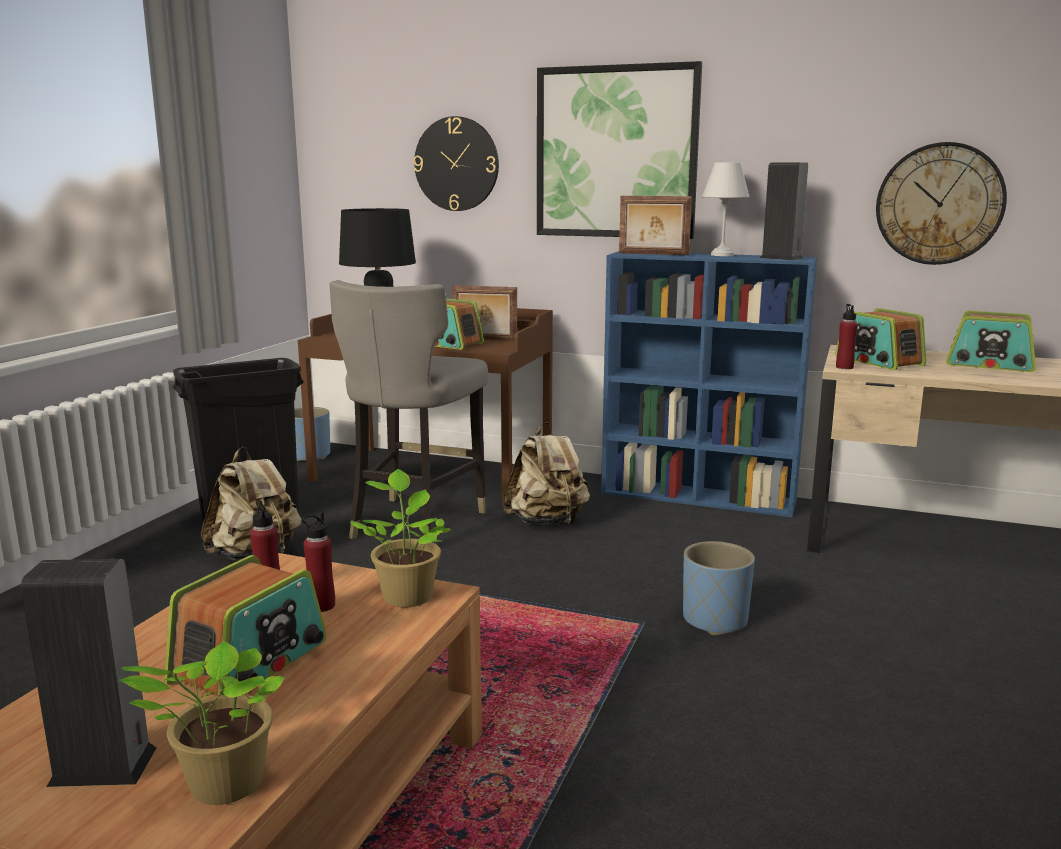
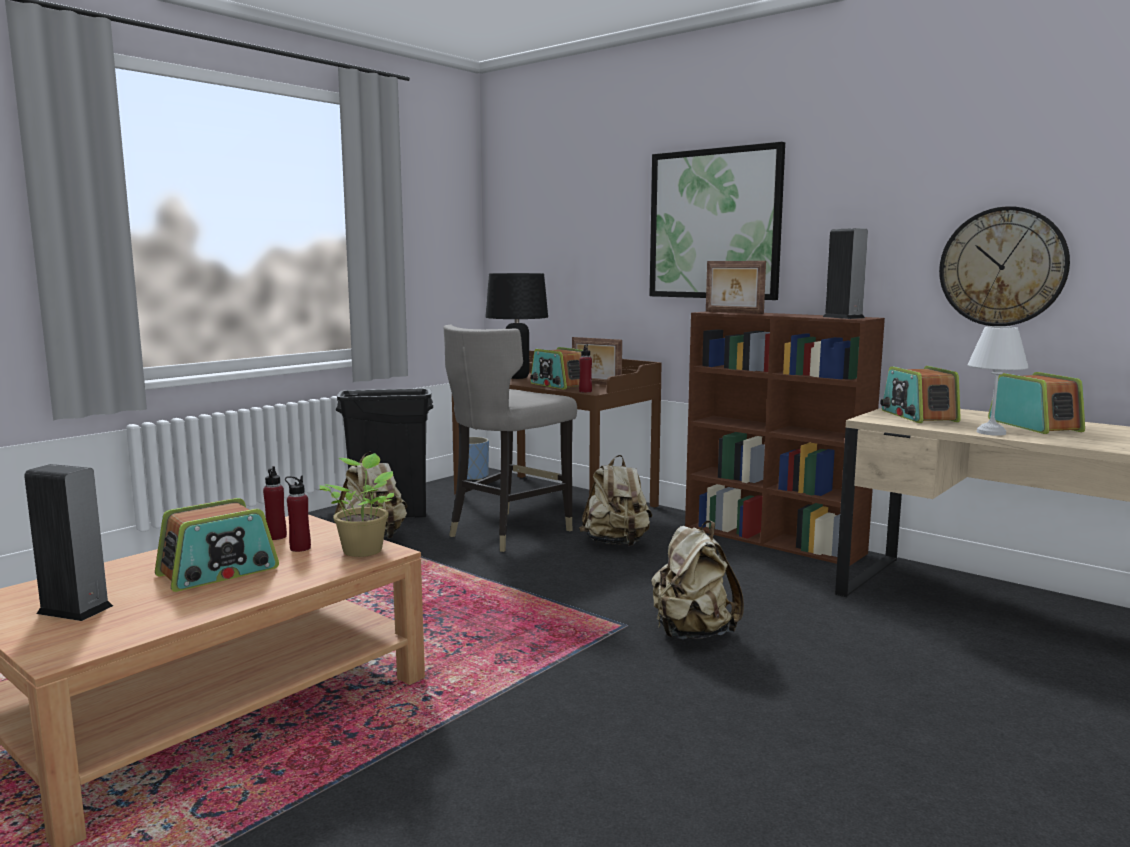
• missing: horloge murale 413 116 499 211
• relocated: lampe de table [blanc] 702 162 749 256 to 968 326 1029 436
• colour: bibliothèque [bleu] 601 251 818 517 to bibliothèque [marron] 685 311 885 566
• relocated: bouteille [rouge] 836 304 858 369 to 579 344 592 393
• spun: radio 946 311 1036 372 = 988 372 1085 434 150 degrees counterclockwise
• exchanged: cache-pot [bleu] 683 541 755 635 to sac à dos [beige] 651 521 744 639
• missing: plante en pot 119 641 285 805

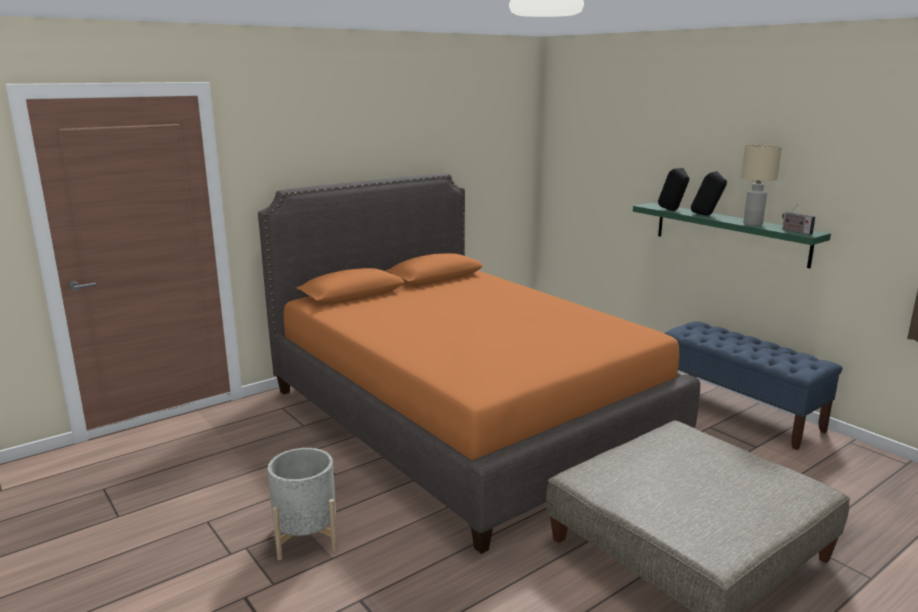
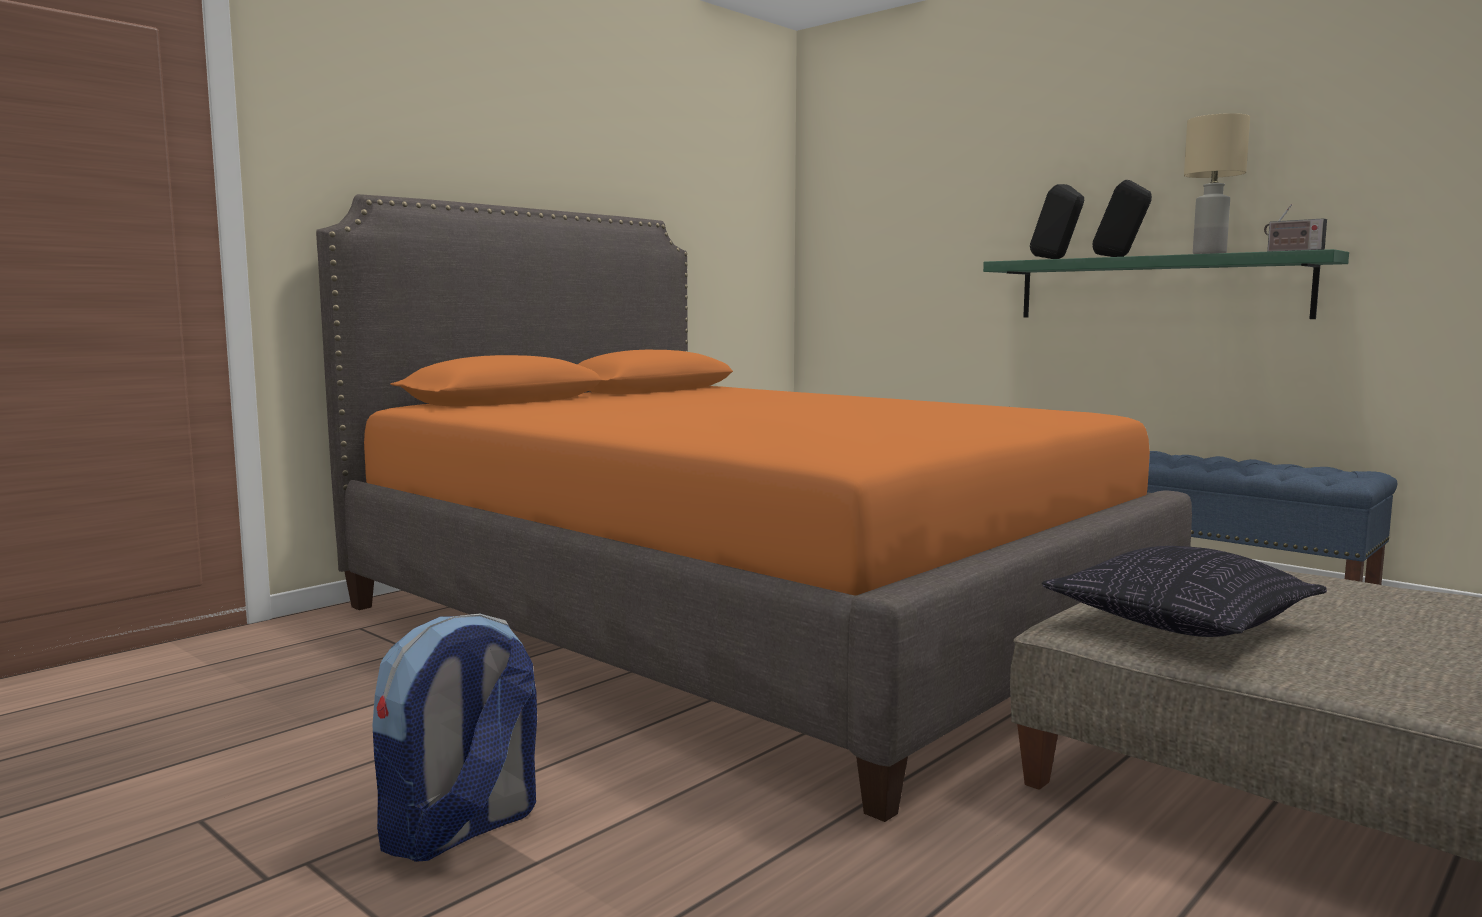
• exchanged: cache-pot [gris] 268 448 337 560 to sac à dos 372 614 537 862
• appeared: coussin 1042 546 1327 637

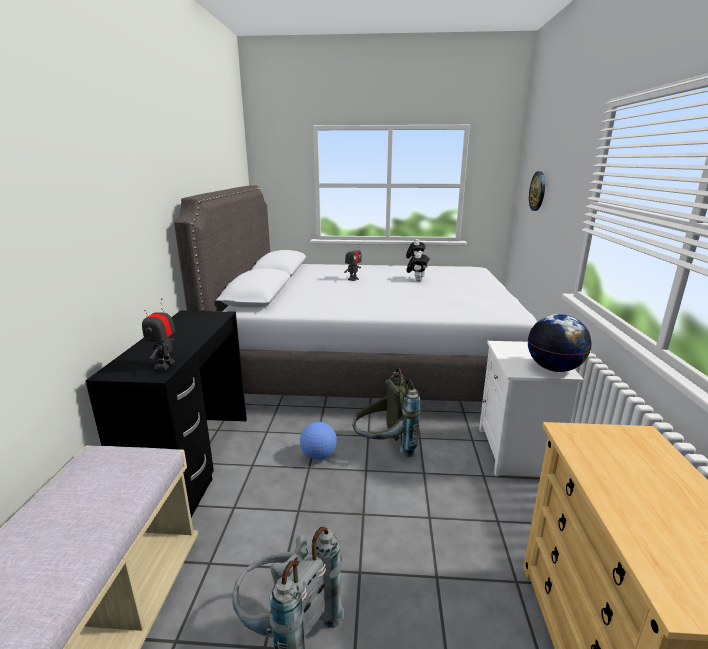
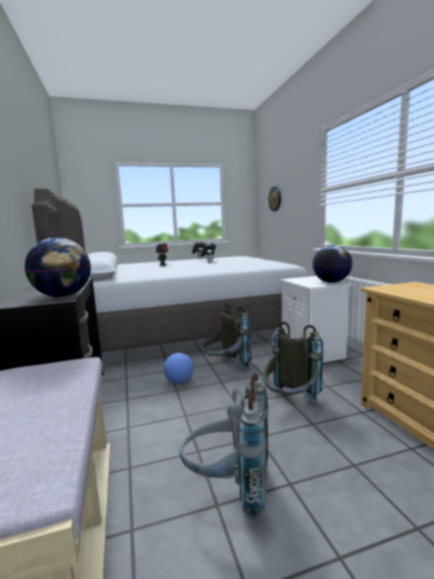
• exchanged: robot jouet 142 298 176 370 to globe 25 237 91 297
• appeared: sac à dos [gris] 263 322 323 402

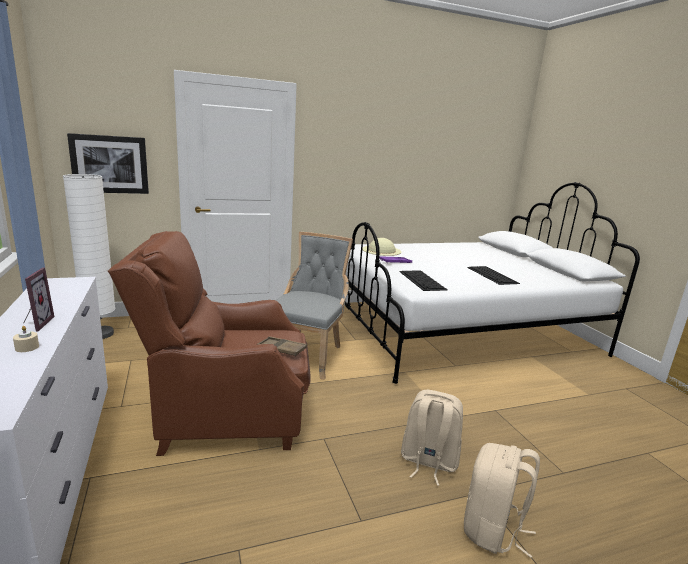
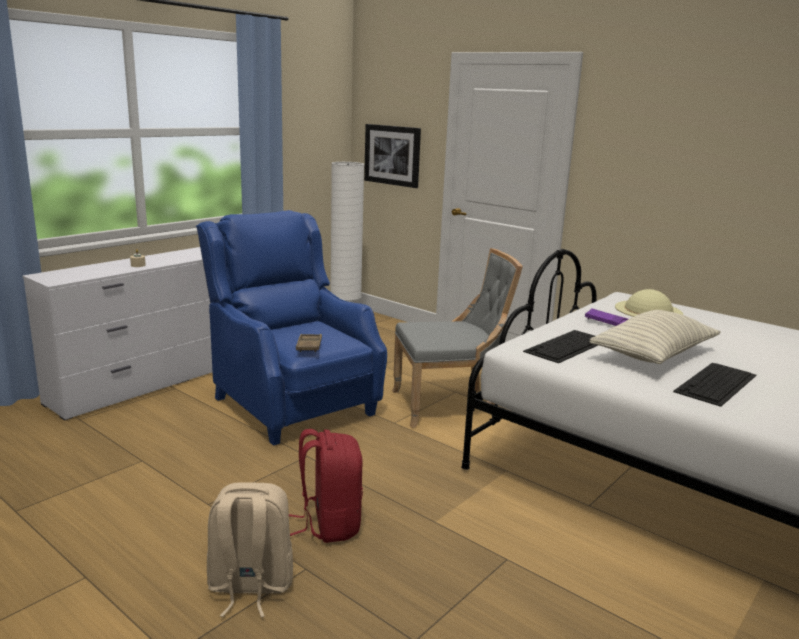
• colour: fauteuil [marron] 108 231 311 456 to fauteuil [bleu] 196 210 387 446
• missing: cadre photo 23 267 54 331
• colour: sac à dos [beige] 401 390 463 486 to sac à dos [rouge] 289 429 363 543
• appeared: coussin 590 310 721 364

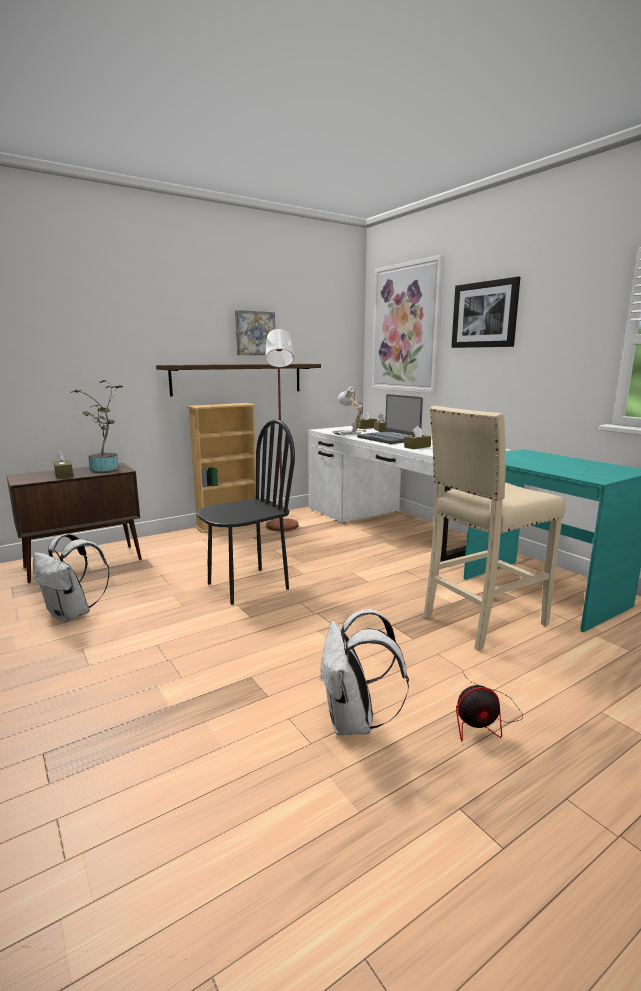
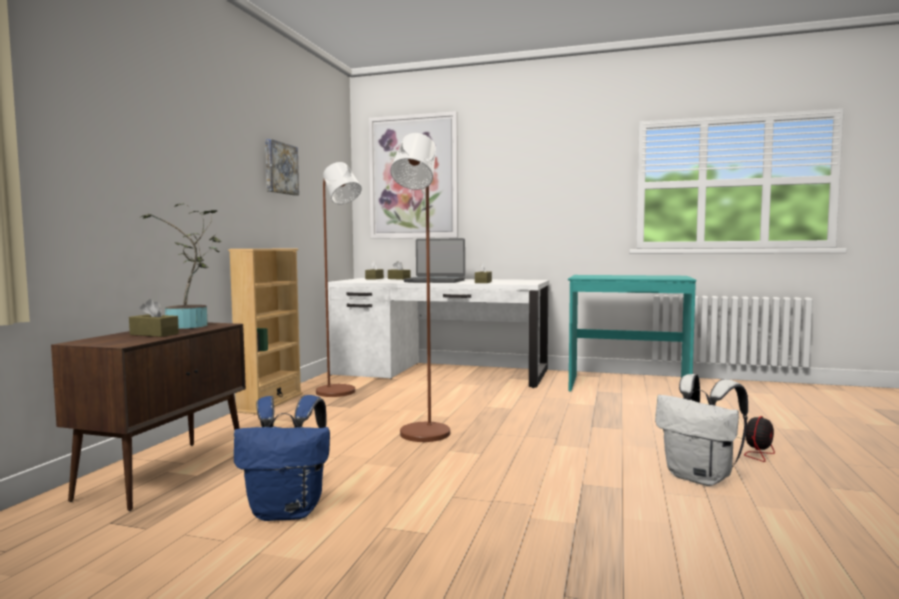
• missing: tableau 451 277 520 348
• missing: étagère 156 364 321 397
• missing: lampe de table 333 386 366 435
• missing: tabouret [beige] 423 406 566 651
• exchanged: chaise [noir] 196 419 295 605 to lampadaire [marron] 390 133 450 442
• colour: sac à dos [blanc] 33 534 110 622 to sac à dos [bleu] 234 395 330 521

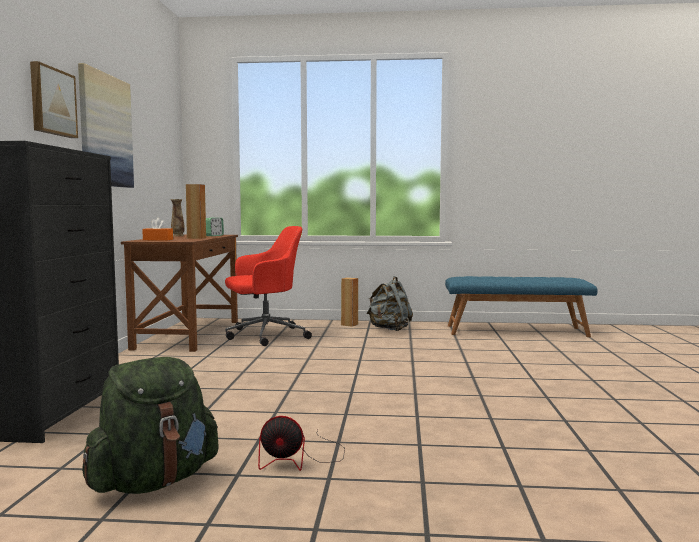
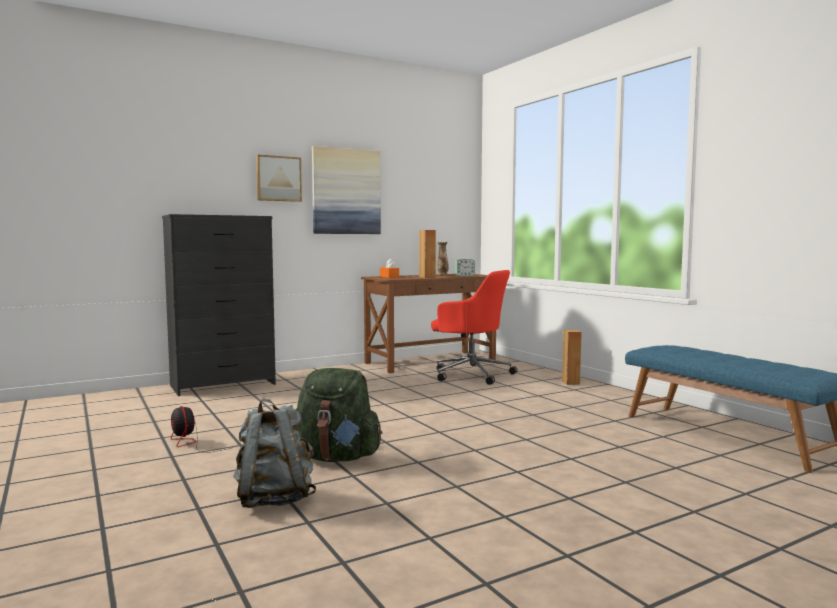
• relocated: sac à dos [gris] 366 276 413 331 to 233 399 316 508
• relocated: sac à dos [vert] 82 357 219 494 to 295 368 383 462

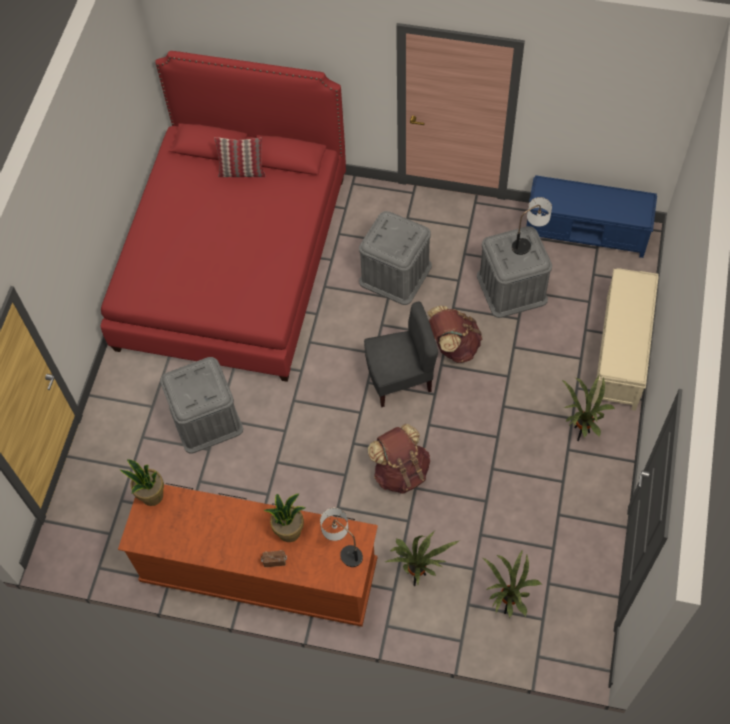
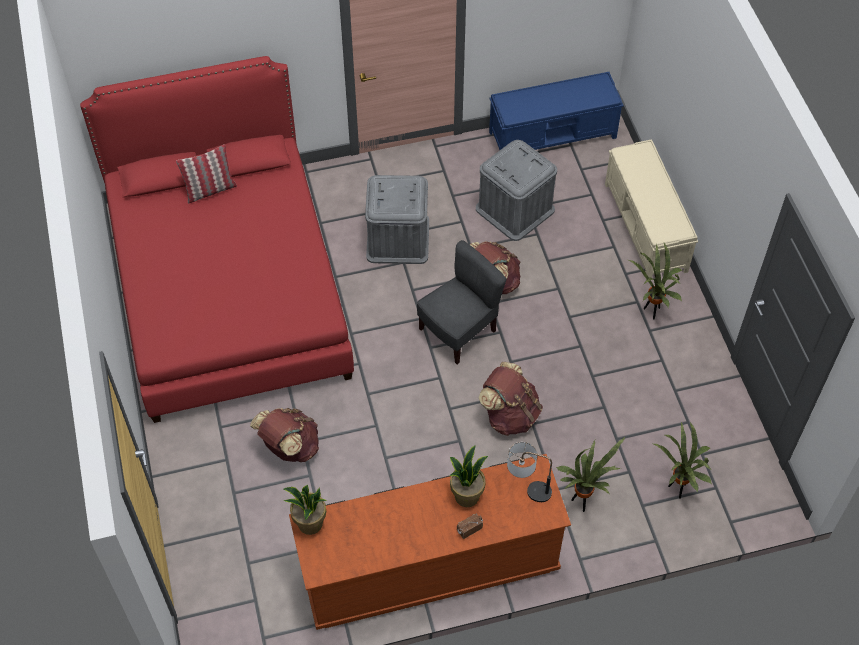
• missing: lampe de table 512 197 552 255
• exchanged: boîte de rangement [gris] 160 357 243 454 to sac à dos [marron] 250 408 319 462

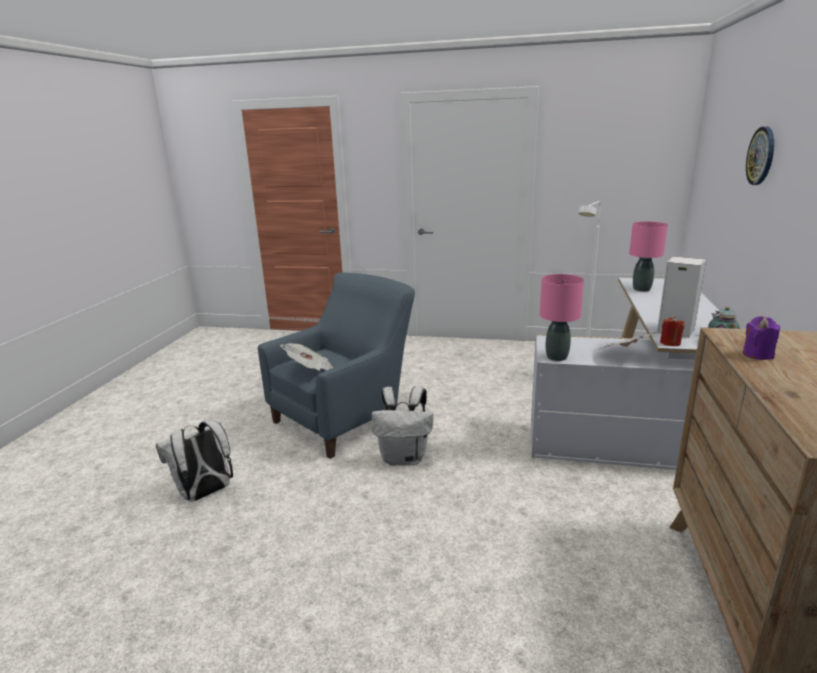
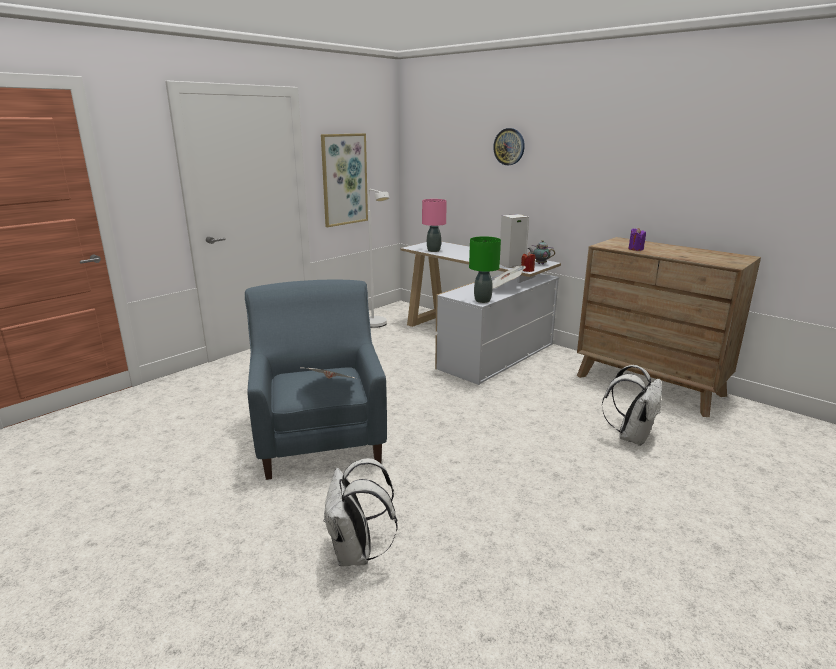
• colour: lampe de table [rose] 540 274 584 361 to lampe de table [vert] 469 236 501 303
• relocated: sac à dos [blanc] 372 386 433 465 to 602 365 662 446
• appeared: tableau 321 133 368 227

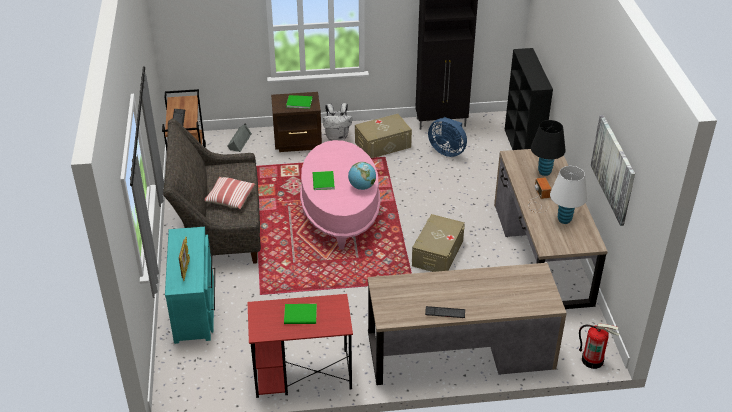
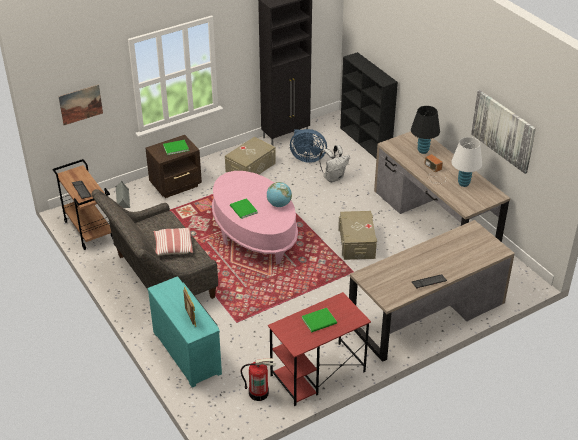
• relocated: sac à dos [blanc] 323 103 352 141 to 319 145 350 182
• relocated: extincteur 579 323 619 369 to 240 358 276 401
• appeared: tableau 58 84 103 125

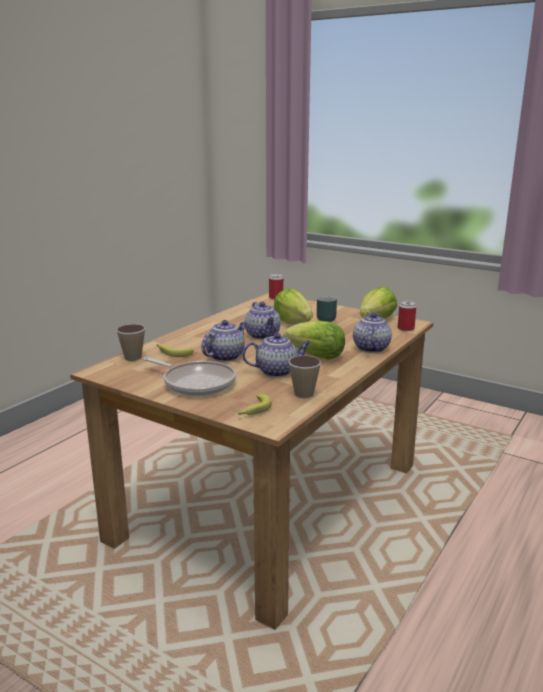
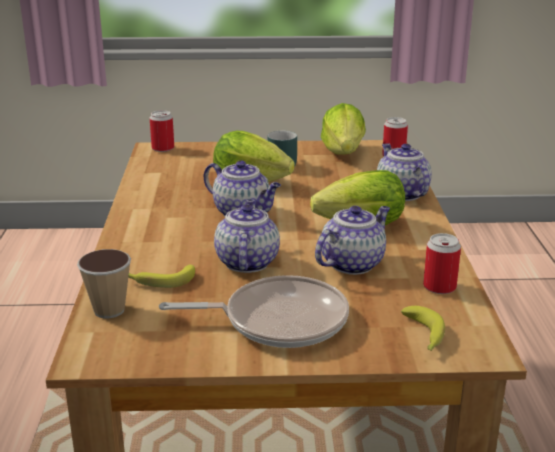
• exchanged: tasse 288 356 321 398 to boîte métallique 423 233 461 294

